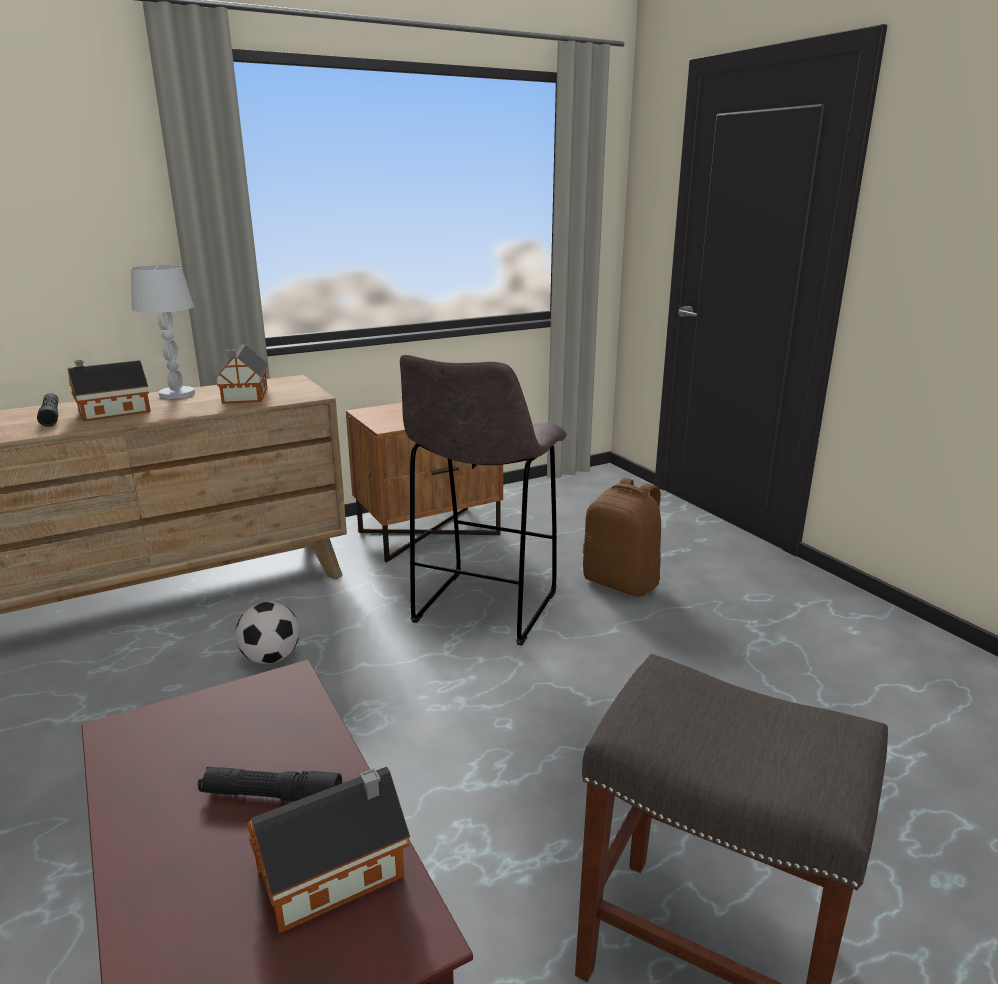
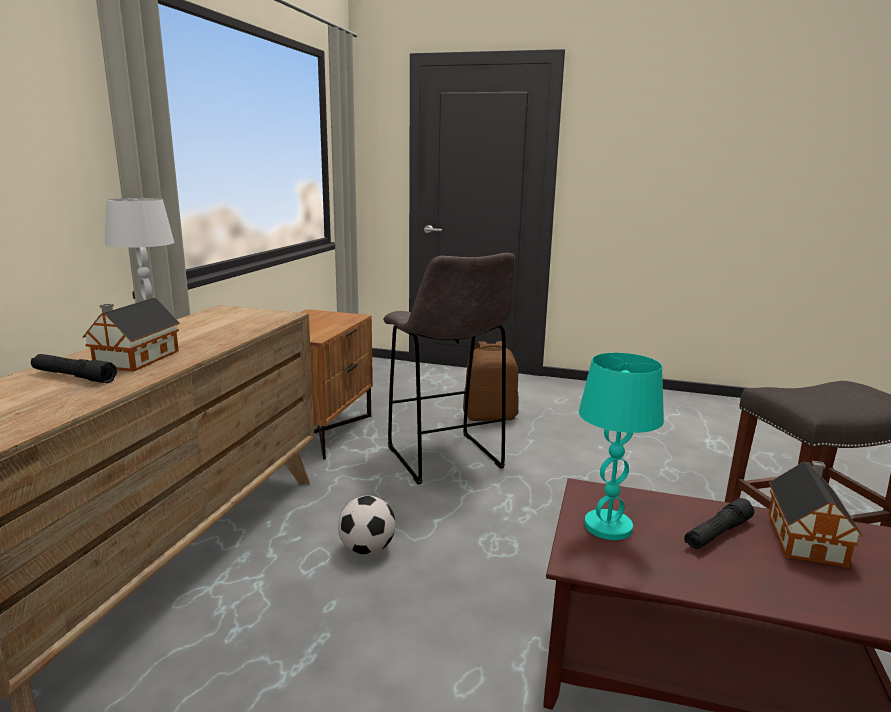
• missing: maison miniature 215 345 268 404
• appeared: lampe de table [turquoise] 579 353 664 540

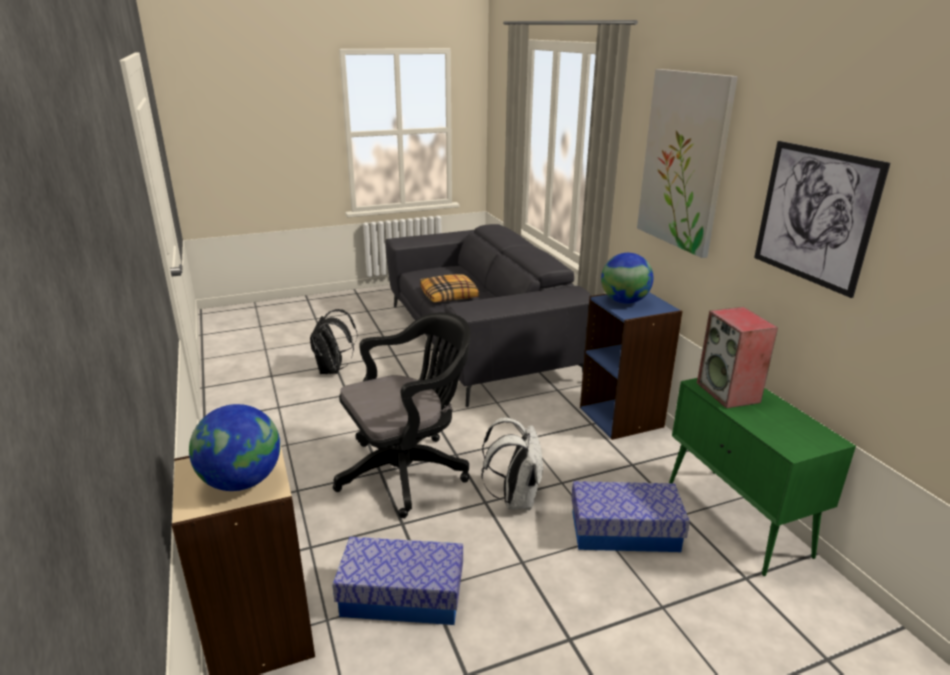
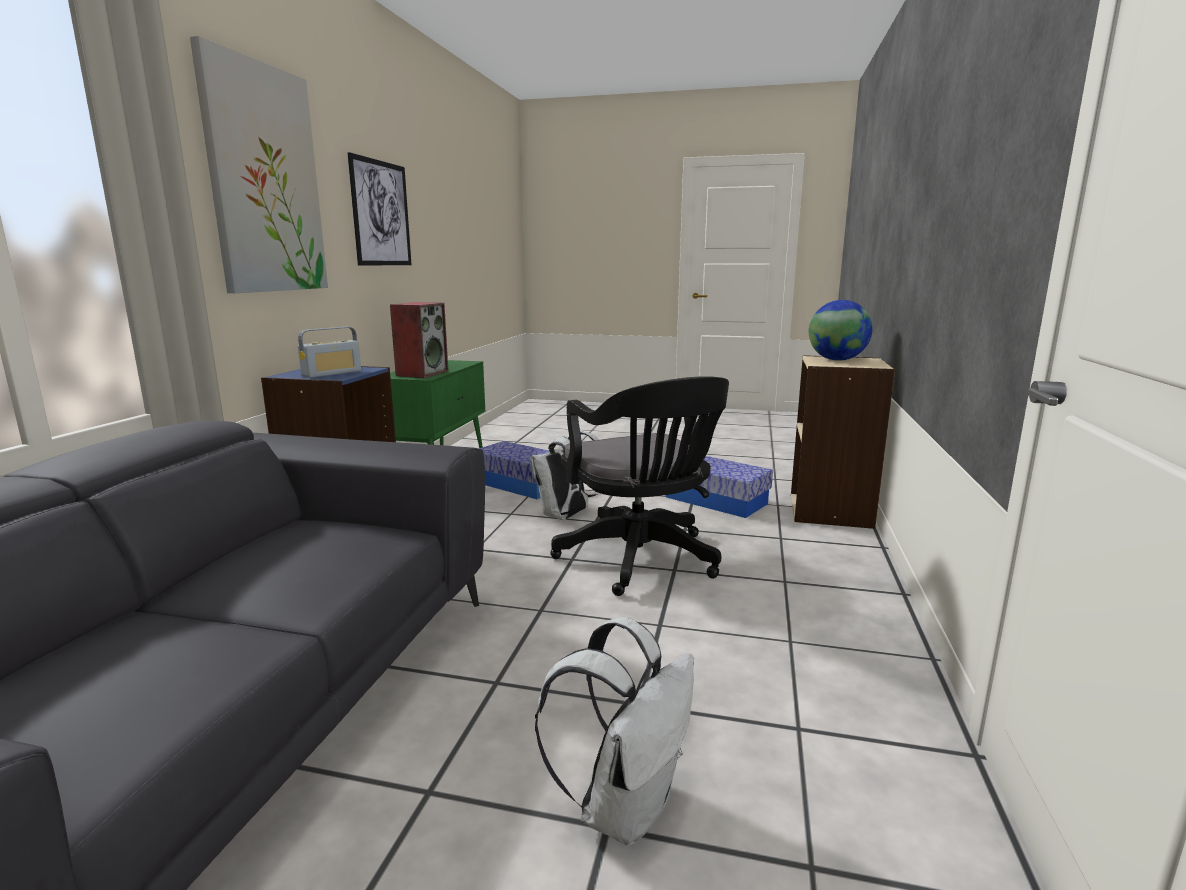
• exchanged: globe 601 253 653 304 to radio 298 327 361 378
• missing: coussin 420 274 479 302
• colour: sac à dos [noir] 310 309 358 374 to sac à dos [blanc] 535 617 694 846
• spun: chaise de bureau [noir] 333 312 471 518 = 550 376 729 596 120 degrees counterclockwise

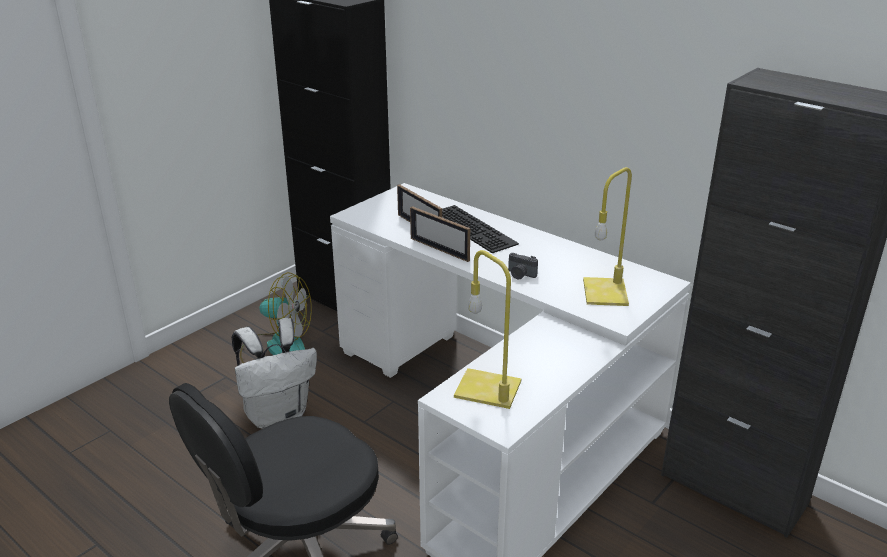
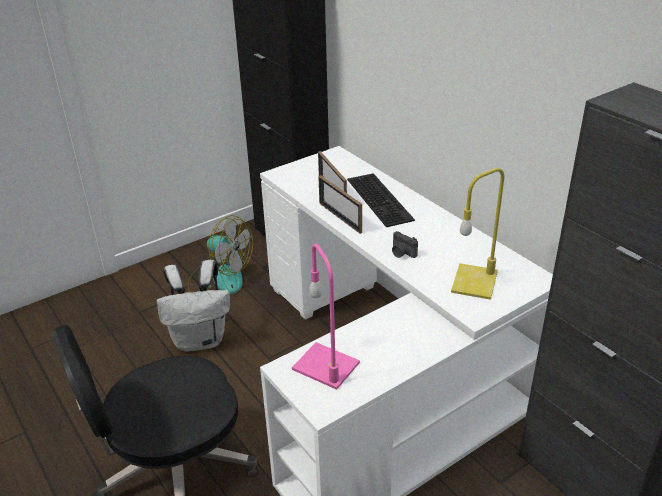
• colour: lampe de table [jaune] 454 250 521 409 to lampe de table [rose] 292 244 360 390

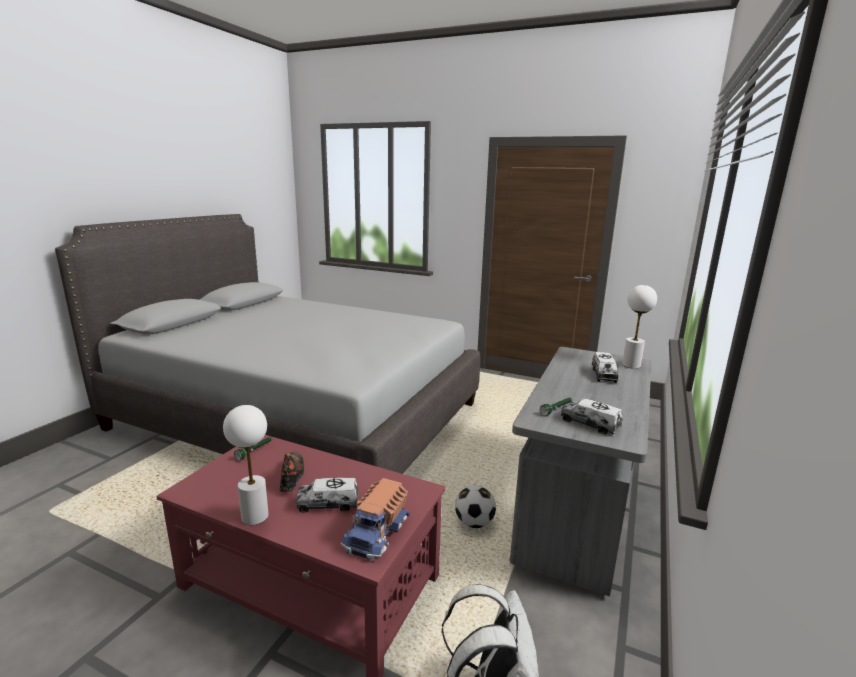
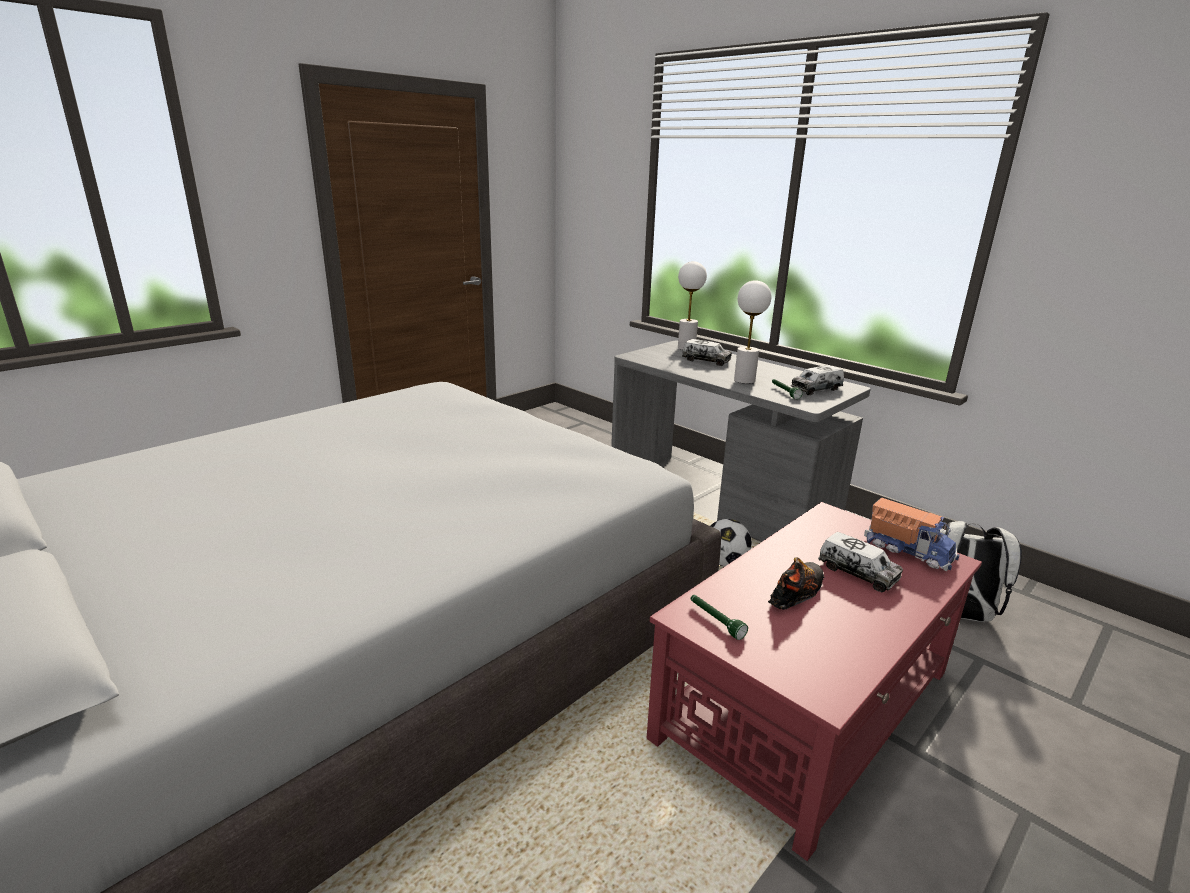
• relocated: lampe de table [blanc] 223 405 269 525 to 734 280 771 384
• spun: chaussure 279 452 304 492 = 768 557 824 610 120 degrees clockwise
• spun: camion jouet 296 478 359 513 = 818 532 903 592 60 degrees counterclockwise

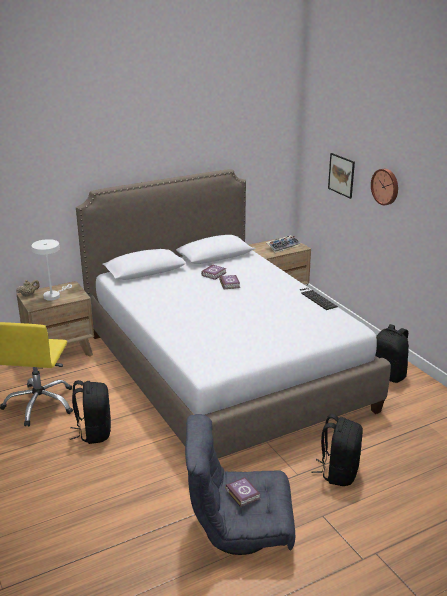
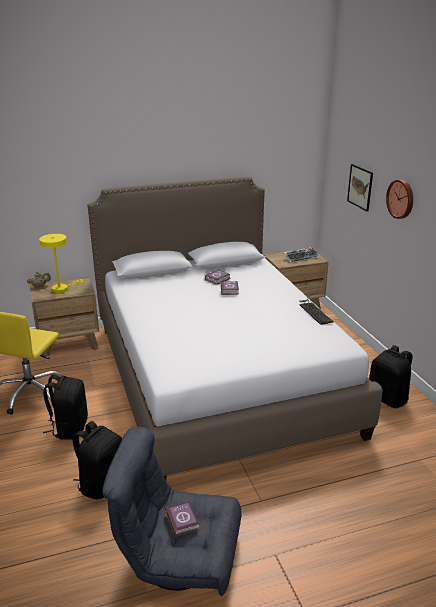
• colour: lampe de table [blanc] 32 239 72 301 to lampe de table [jaune] 39 234 83 293
• relocated: sac à dos [noir] 311 414 363 486 to 73 421 122 499

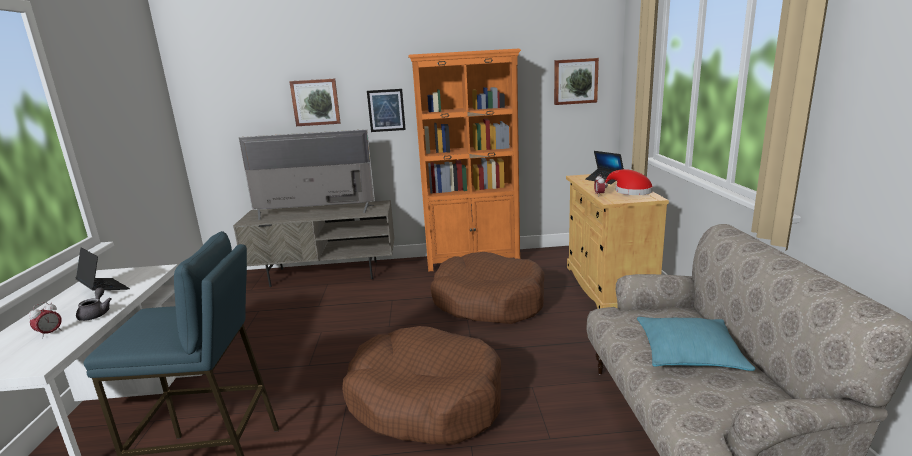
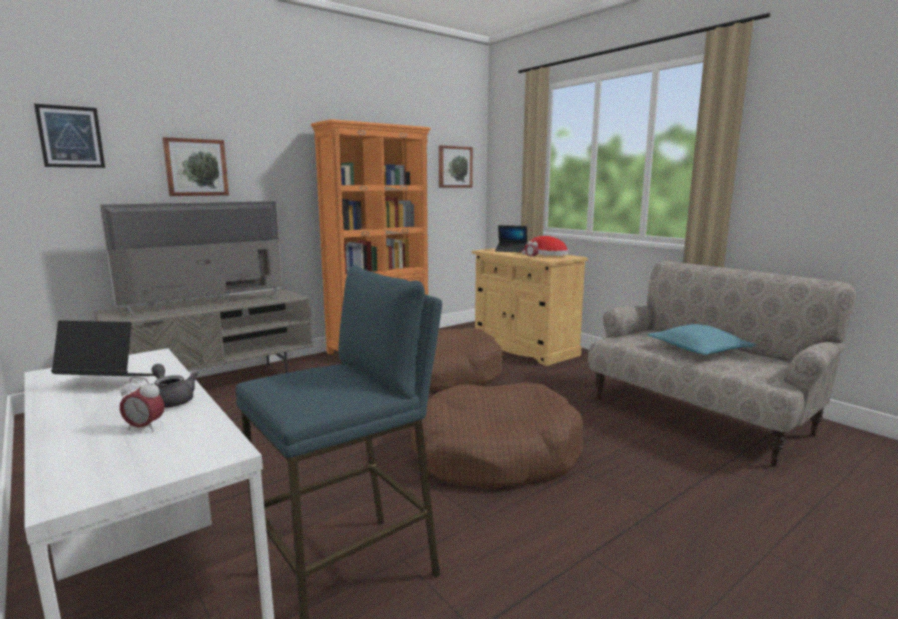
• relocated: tableau 367 89 406 132 to 34 104 105 168
• spun: réveil 28 302 62 339 = 120 377 164 432 105 degrees clockwise

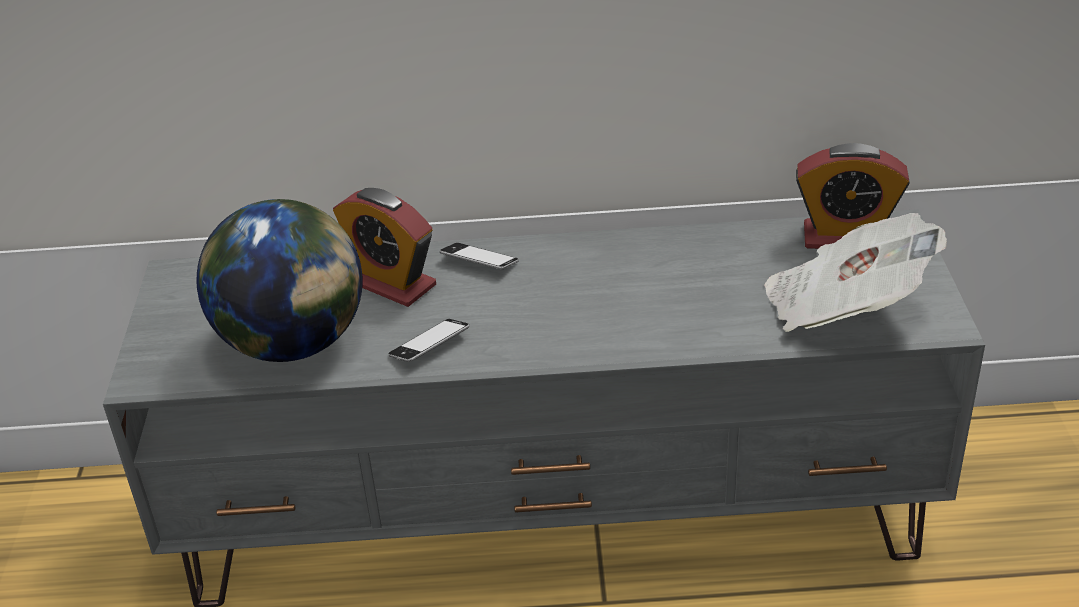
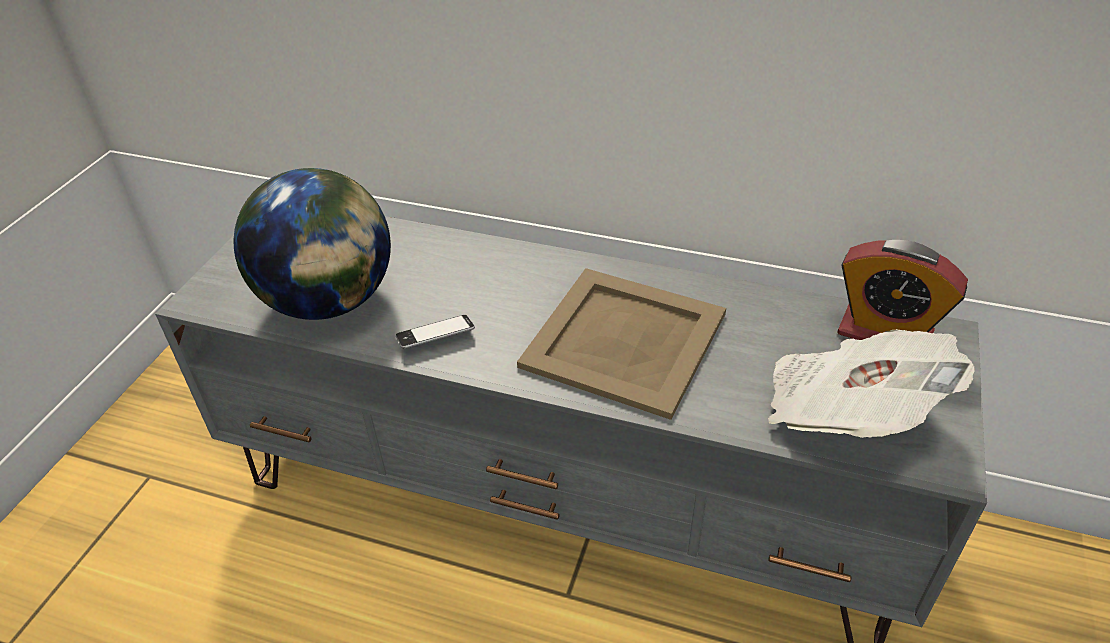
• missing: réveil 333 188 436 307
• missing: téléphone 440 243 518 270
• appeared: plateau [beige] 517 268 726 420

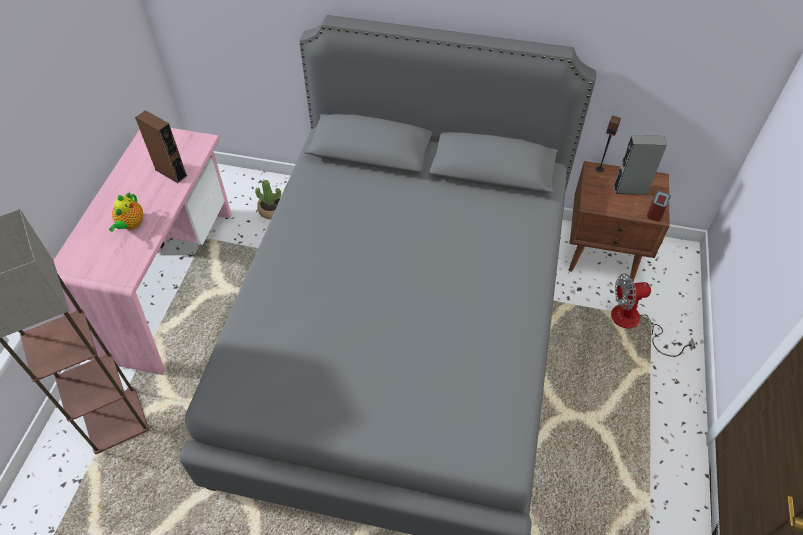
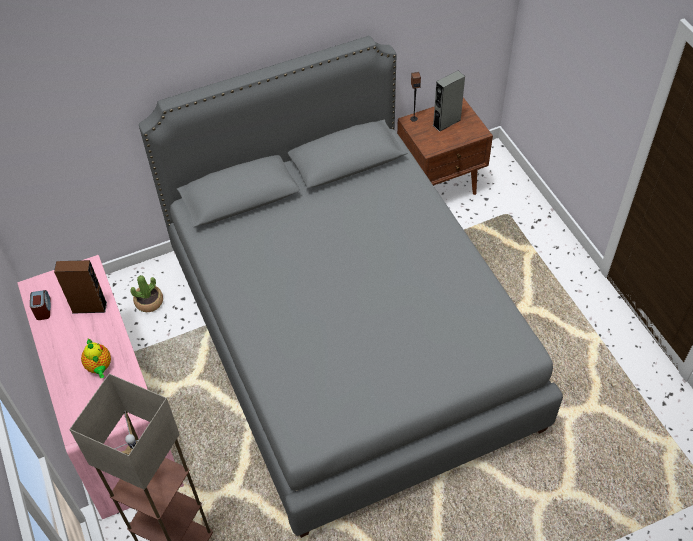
• relocated: réveil 647 191 671 221 to 30 290 51 320
• missing: ventilateur 611 273 695 357

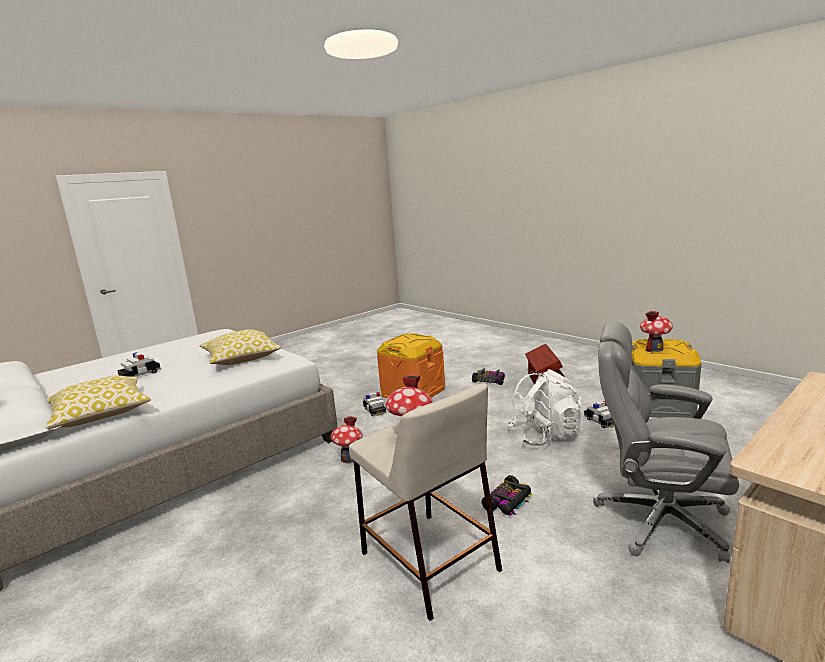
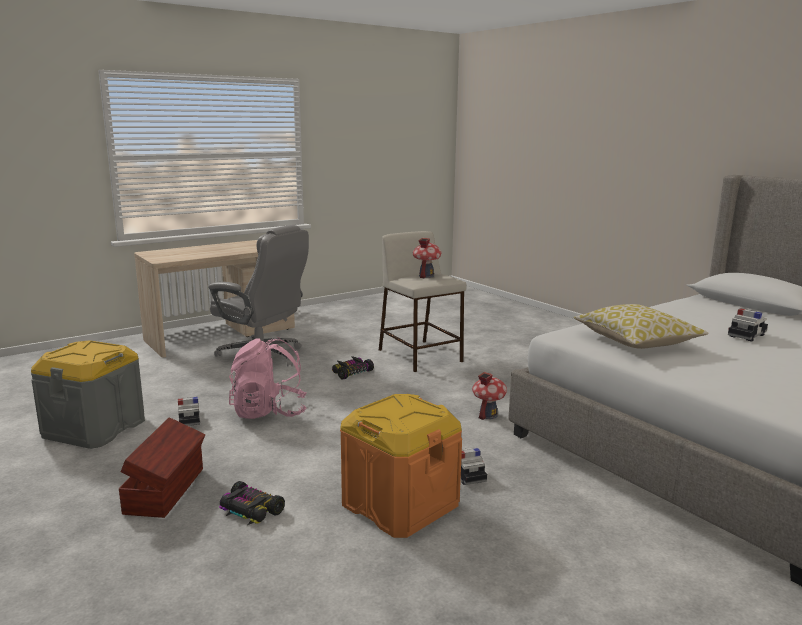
• missing: maison miniature 640 310 673 352
• colour: sac à dos [blanc] 508 369 582 446 to sac à dos [rose] 229 337 307 419
• missing: coussin 45 376 151 429

